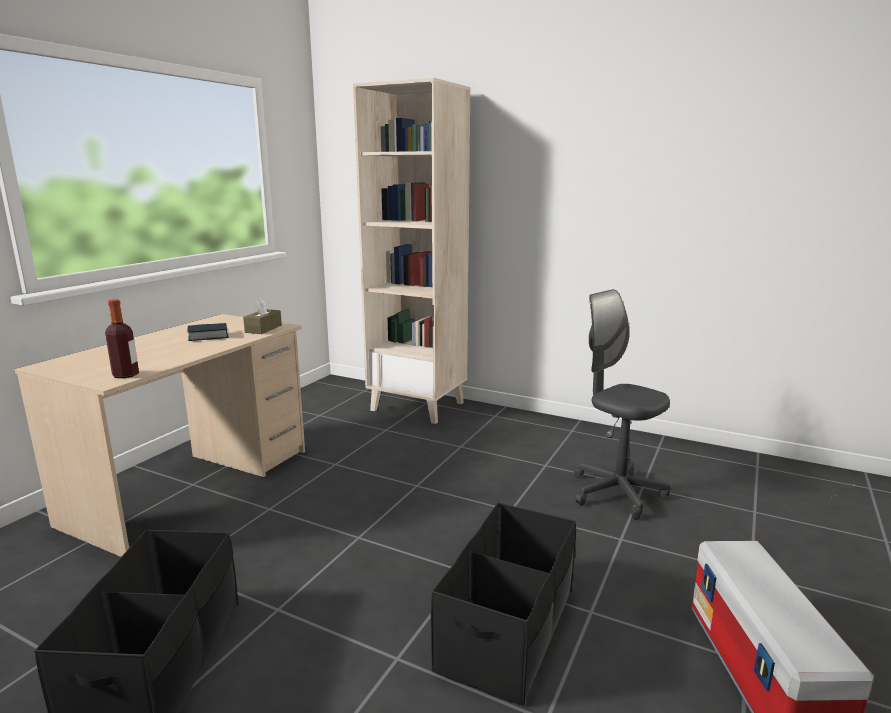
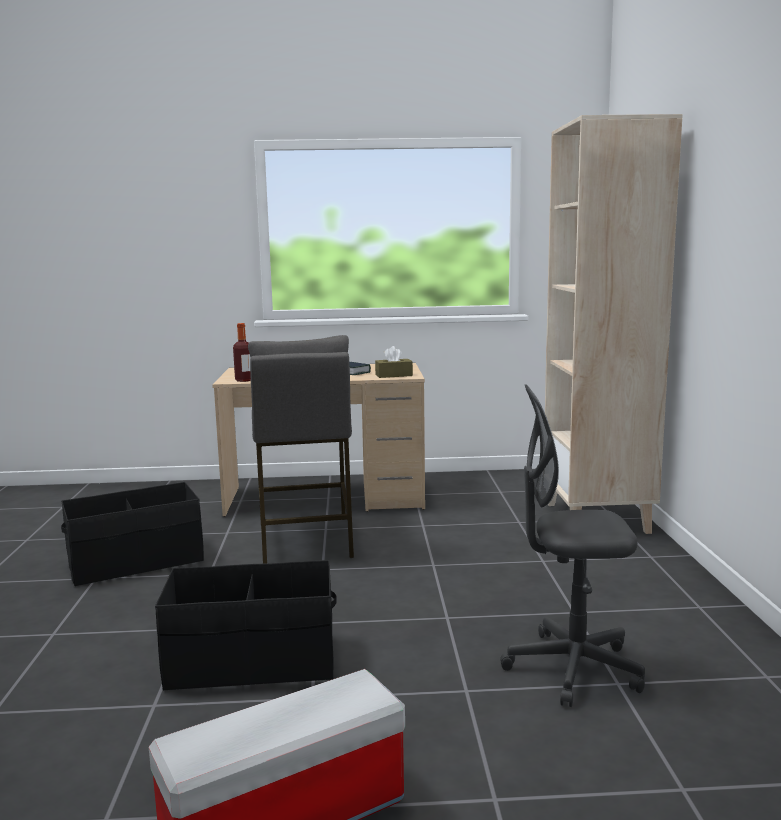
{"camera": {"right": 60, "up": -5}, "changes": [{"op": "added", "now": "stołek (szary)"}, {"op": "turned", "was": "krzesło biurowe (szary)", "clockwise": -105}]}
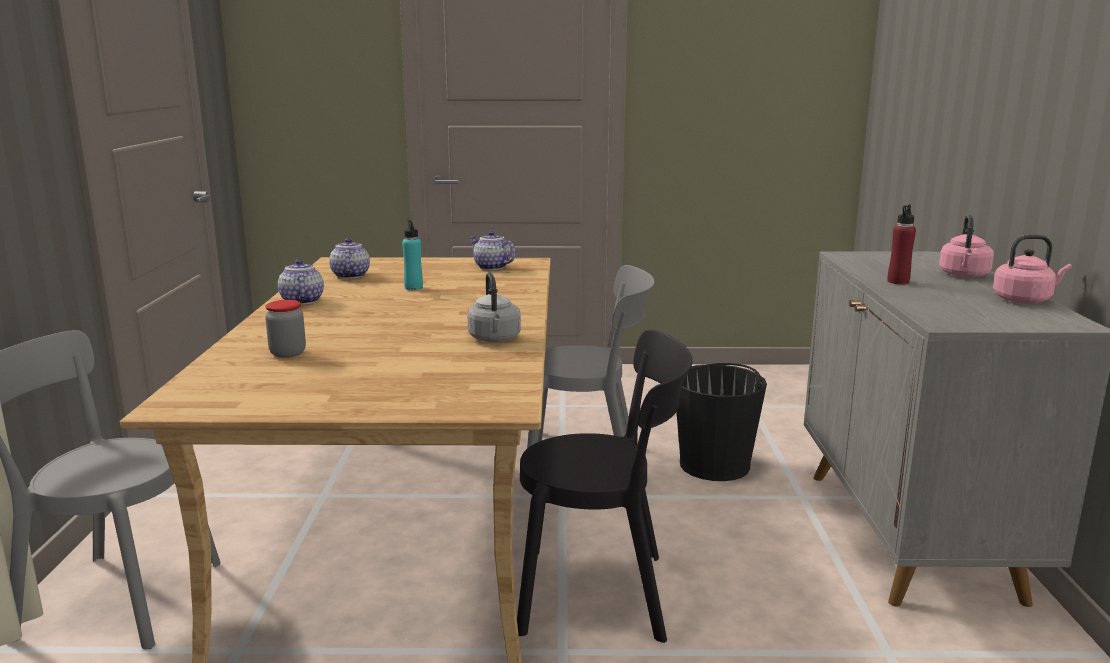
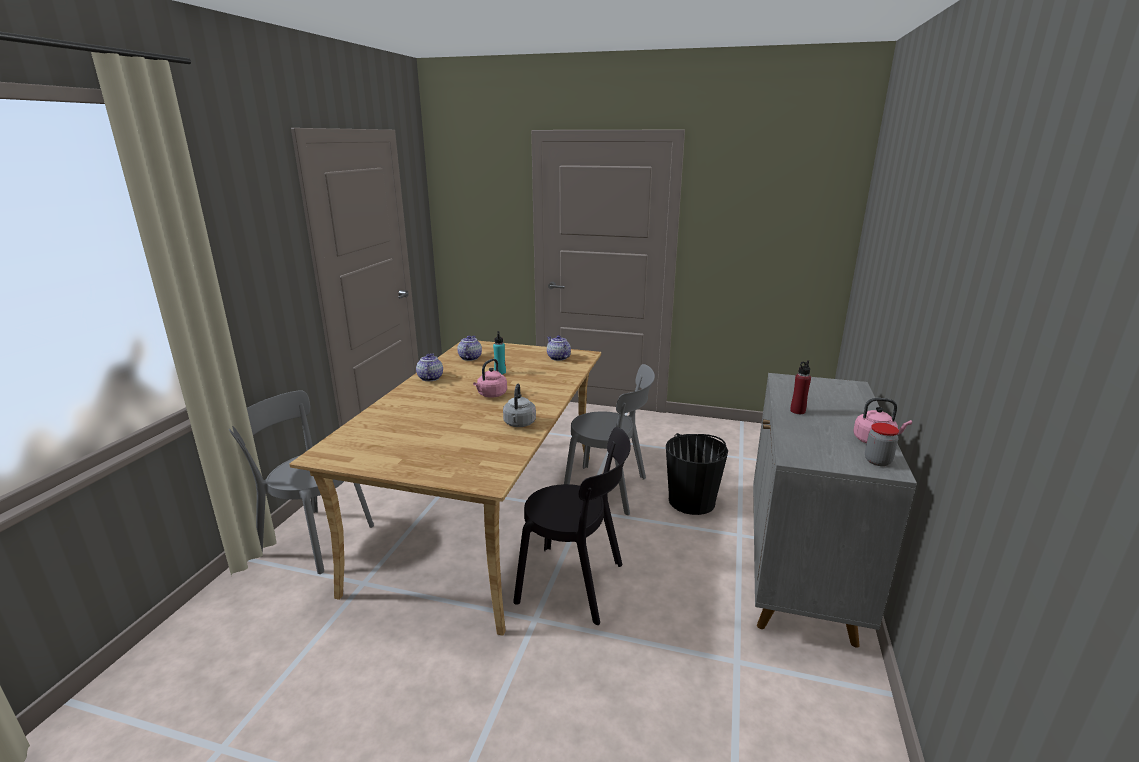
{"camera": {"right": 15, "up": 5}, "changes": [{"op": "moved", "was": "słoik"}, {"op": "moved", "was": "czajnik (różowy) (1st from left)"}]}
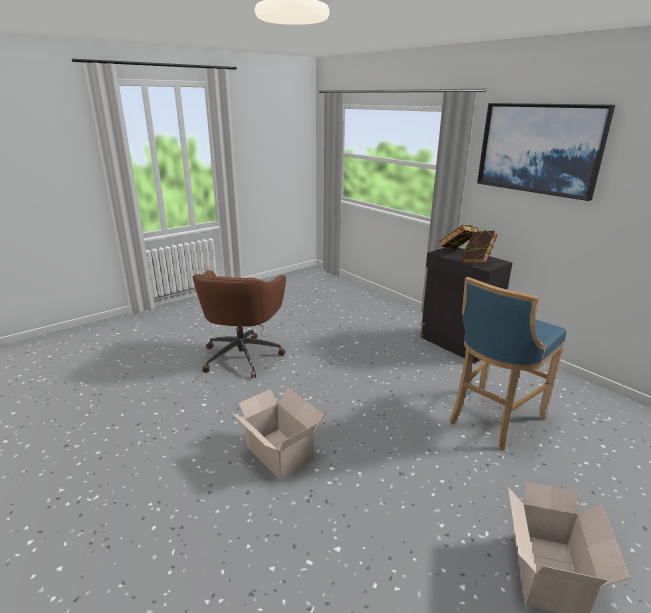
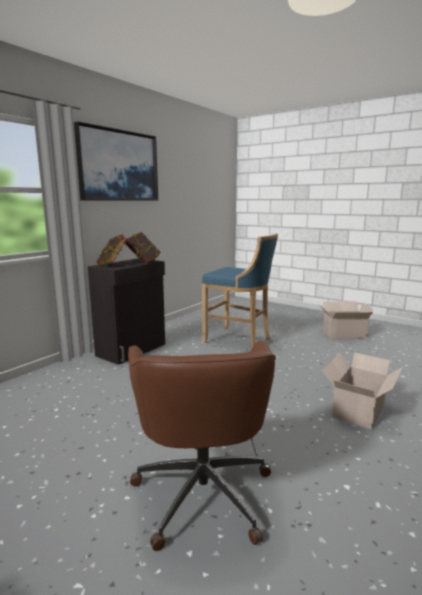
{"camera": {"right": -105, "up": -10}, "changes": [{"op": "turned", "was": "krzesło biurowe (brązowy)", "clockwise": 90}]}
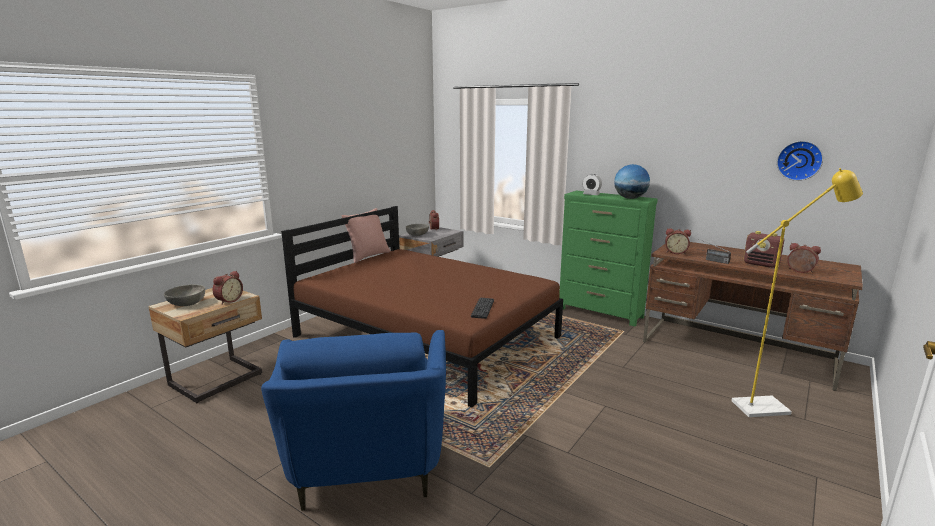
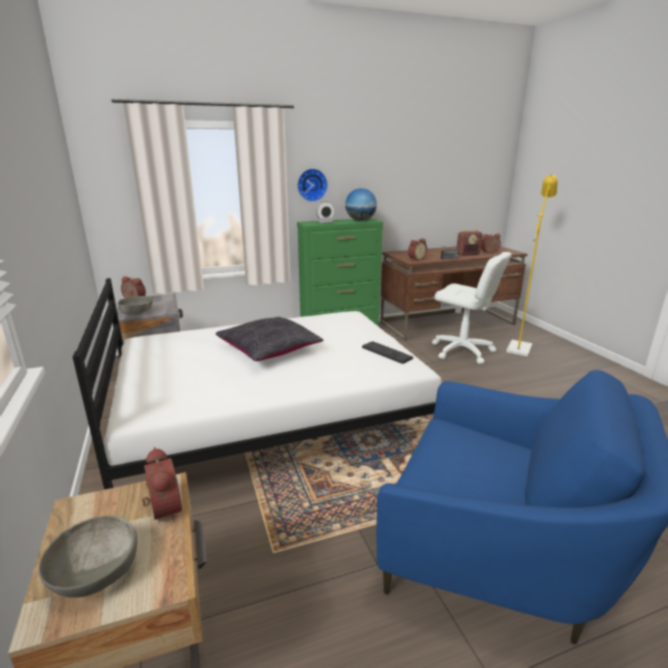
{"camera": {"right": -55, "up": 5}, "changes": [{"op": "removed", "was": "poduszka (różowy)"}, {"op": "added", "now": "poduszka (czarny)"}, {"op": "added", "now": "krzesło biurowe (biały)"}, {"op": "moved", "was": "zegar ścienny"}, {"op": "recoloured", "was": "łóżko (brązowy)", "now": "łóżko (biały)"}]}
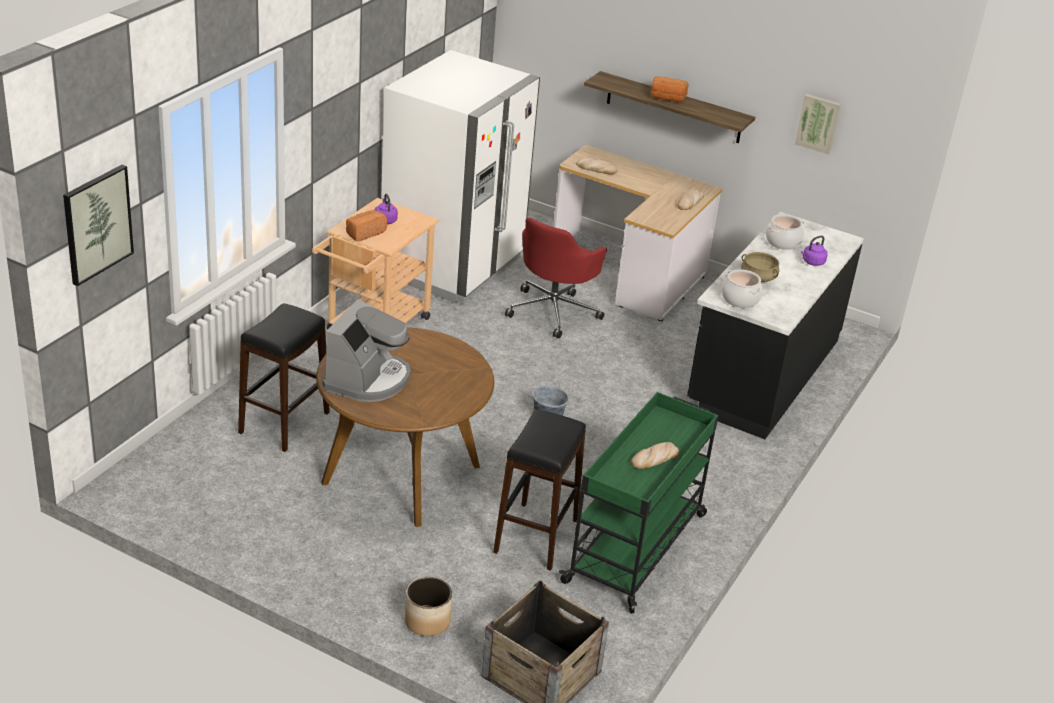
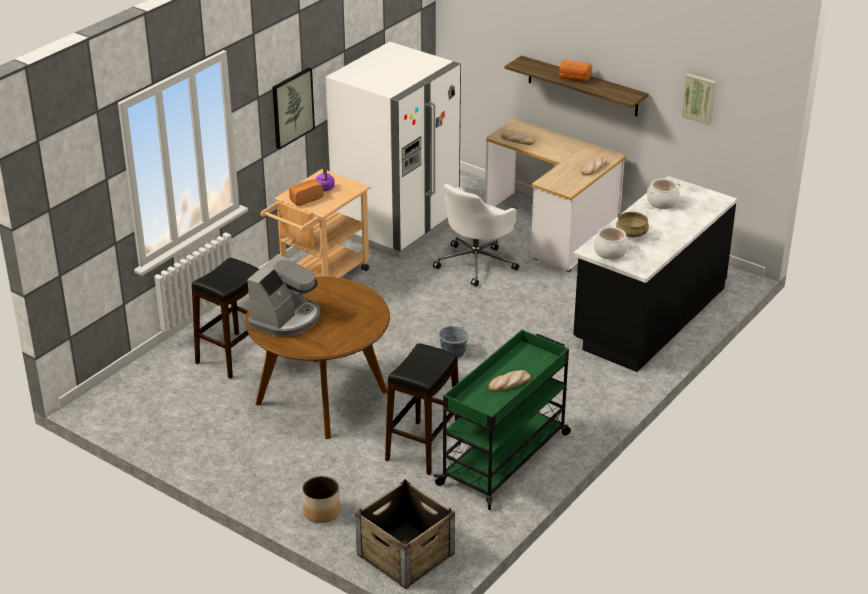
{"camera": {"right": 10, "up": 0}, "changes": [{"op": "removed", "was": "czajnik (fioletowy) (2nd from left)"}, {"op": "moved", "was": "obraz (1st from left)"}, {"op": "recoloured", "was": "krzesło biurowe (czerwony)", "now": "krzesło biurowe (biały)"}]}
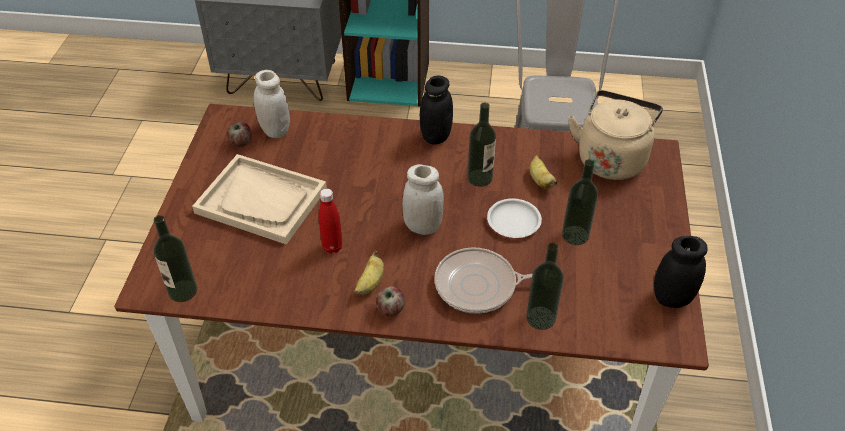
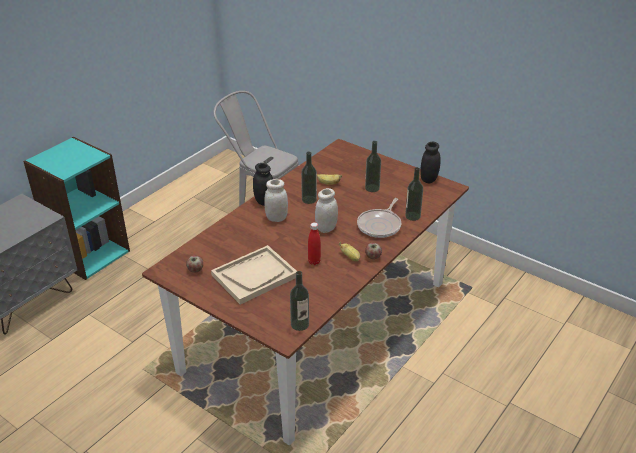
{"camera": {"right": -60, "up": -10}, "changes": [{"op": "removed", "was": "talerz (biały)"}, {"op": "removed", "was": "czajnik (beżowy)"}, {"op": "moved", "was": "słoik (biały) (1st from left)"}]}
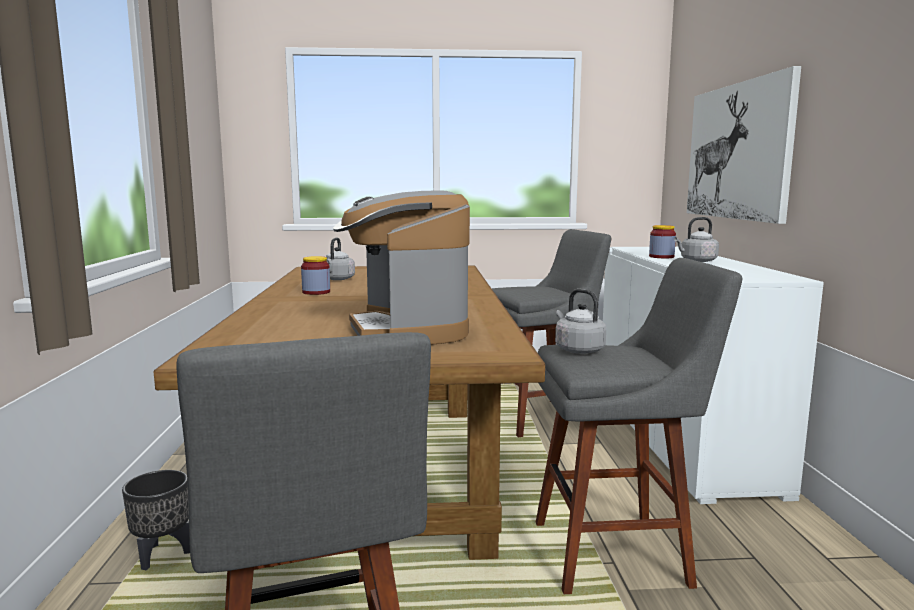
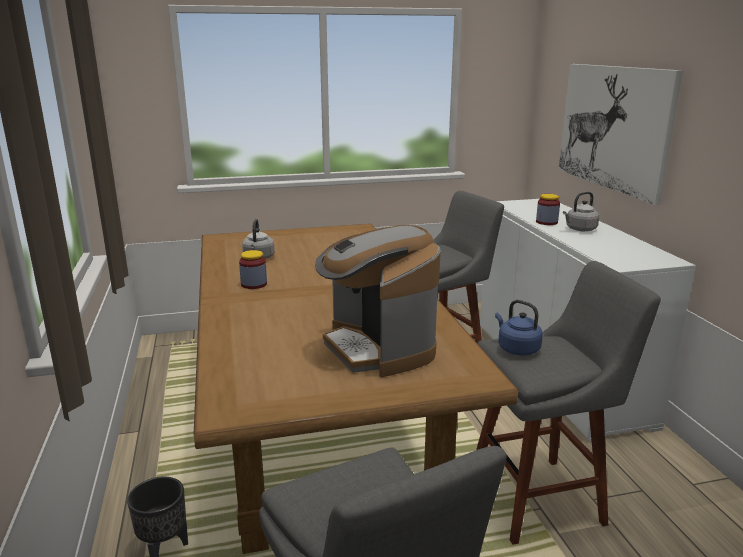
{"camera": {"right": -10, "up": 10}, "changes": [{"op": "recoloured", "was": "czajnik (szary) (2nd from left)", "now": "czajnik (niebieski)"}]}
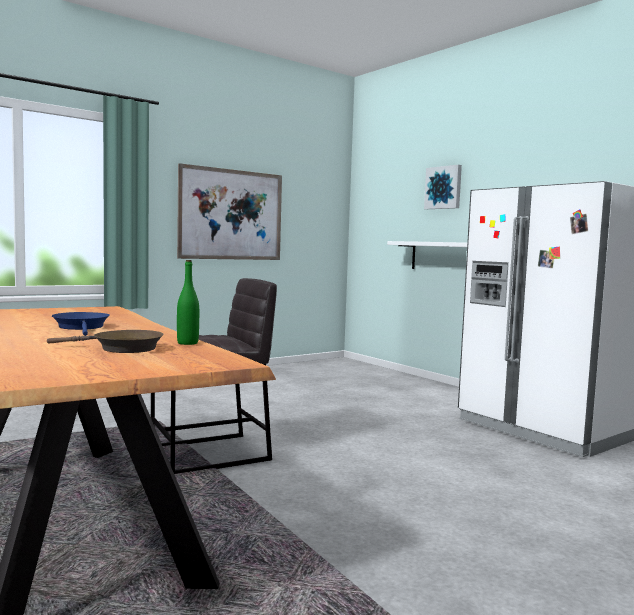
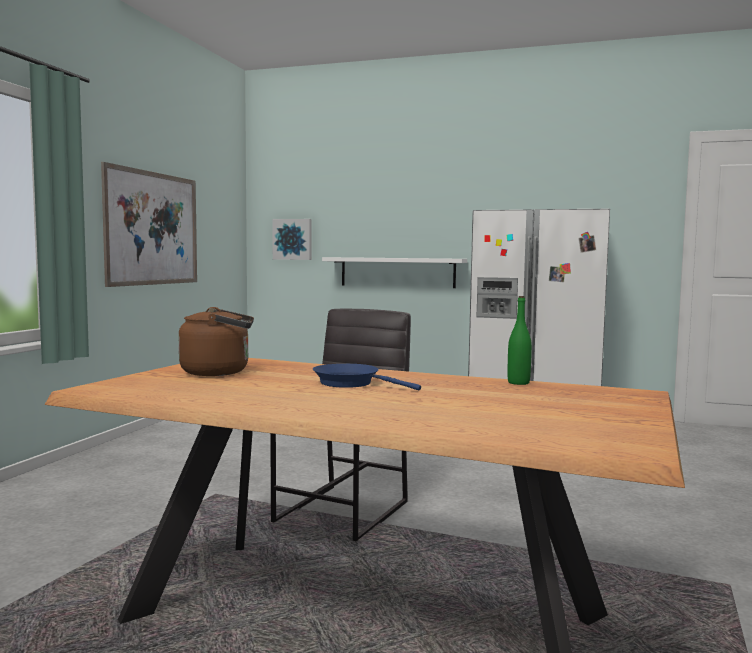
{"camera": {"right": -35, "up": 0}, "changes": [{"op": "removed", "was": "patelnia (brązowy)"}, {"op": "added", "now": "czajnik (brązowy)"}, {"op": "moved", "was": "obraz (2nd from left)"}]}
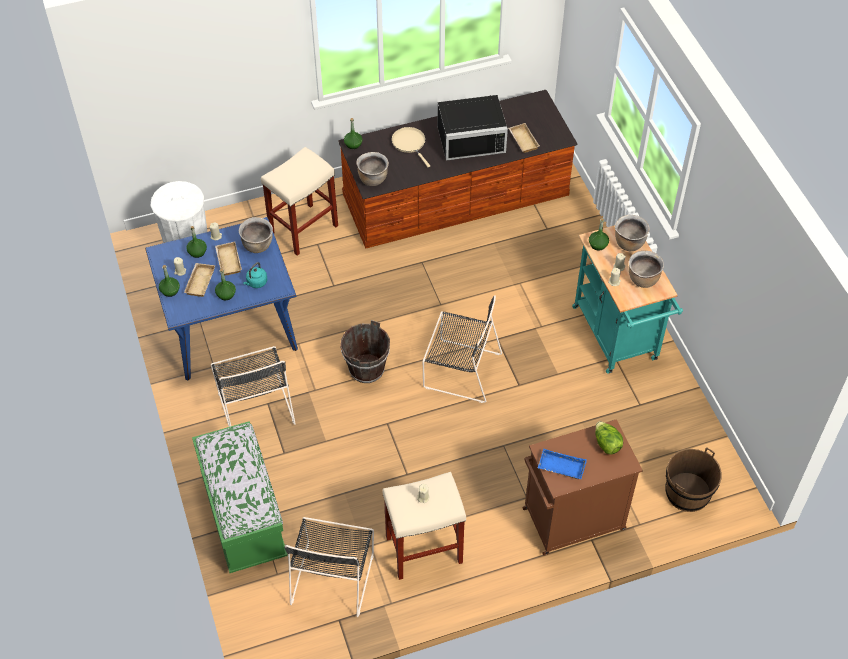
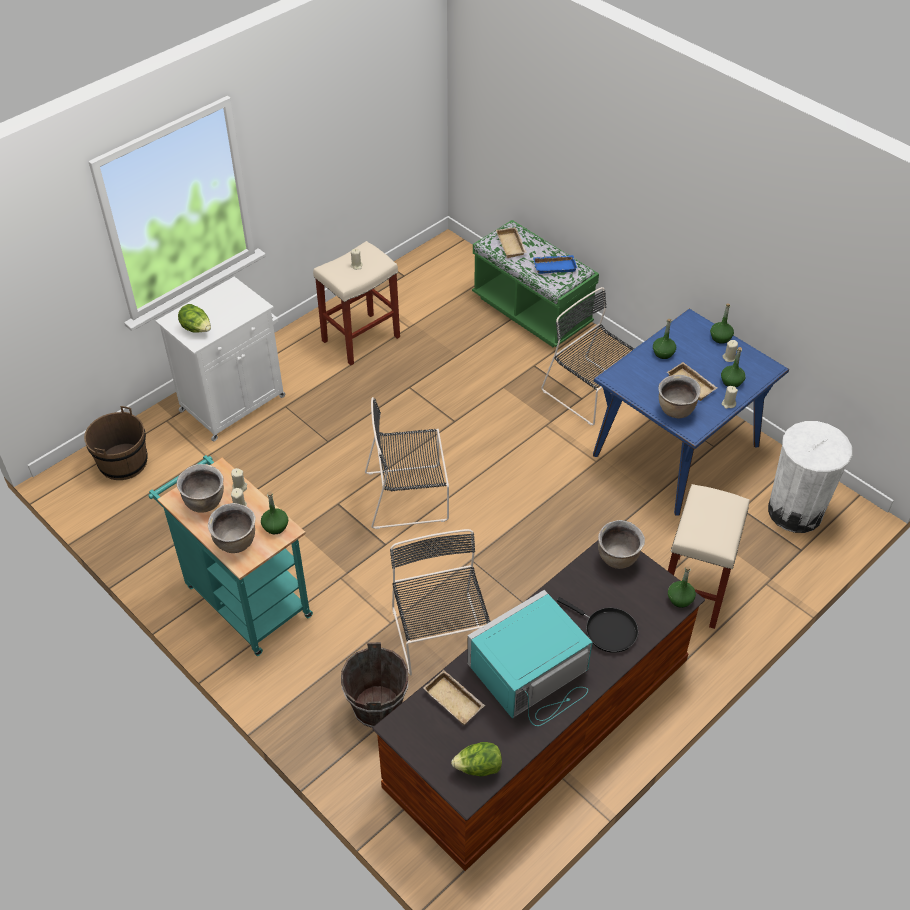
{"camera": {"right": 155, "up": -5}, "changes": [{"op": "removed", "was": "czajnik (turkusowy)"}, {"op": "added", "now": "sałata (2nd from left)"}, {"op": "moved", "was": "taca (beżowy) (1st from left in the first image)", "now": "taca (beżowy) (2nd from left)"}, {"op": "moved", "was": "krzesło (czarny) (2nd from left)"}, {"op": "moved", "was": "wiadro (brązowy) (1st from left in the first image)", "now": "wiadro (brązowy) (2nd from left)"}, {"op": "moved", "was": "taca (niebieski)"}, {"op": "recoloured", "was": "patelnia (beżowy)", "now": "patelnia (czarny)"}, {"op": "recoloured", "was": "mikrofalówka (czarny)", "now": "mikrofalówka (turkusowy)"}, {"op": "recoloured", "was": "szafka (brązowy)", "now": "szafka (biały)"}]}
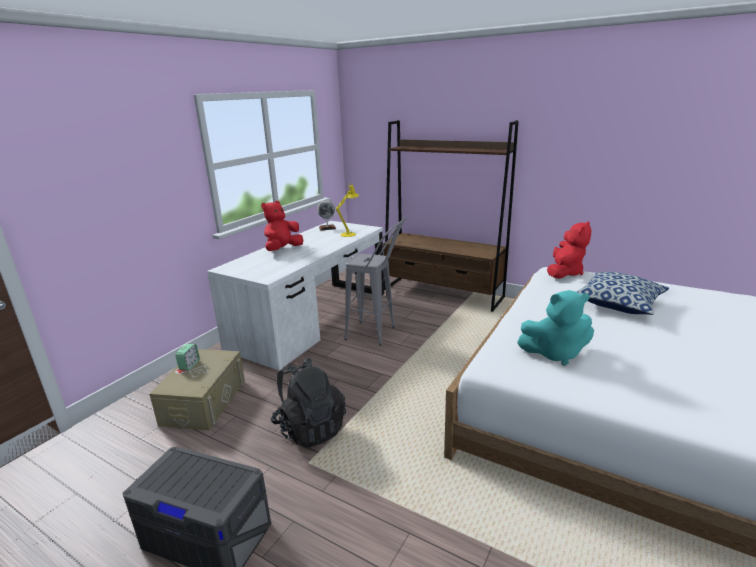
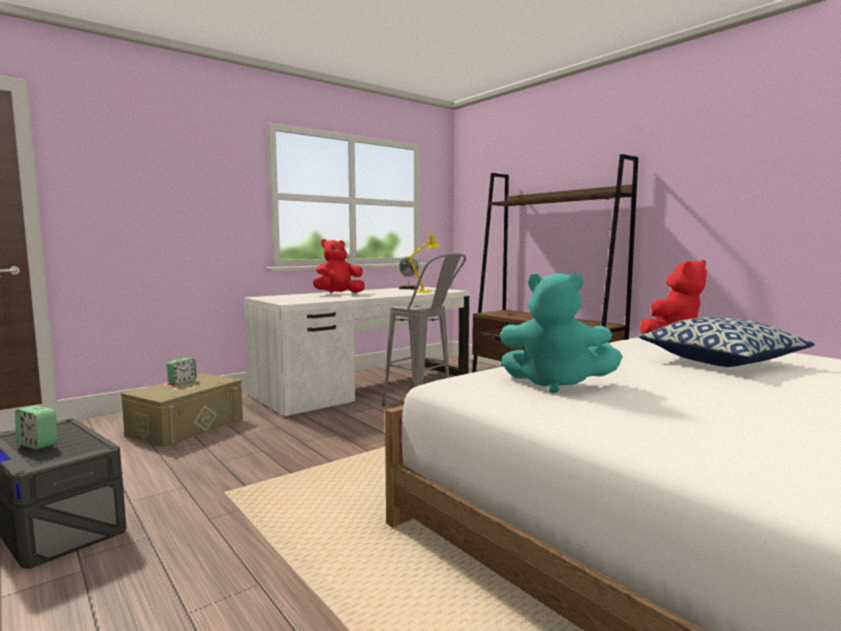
{"camera": {"right": 20, "up": -15}, "changes": [{"op": "removed", "was": "plecak (czarny)"}, {"op": "added", "now": "budzik (1st from left)"}]}
